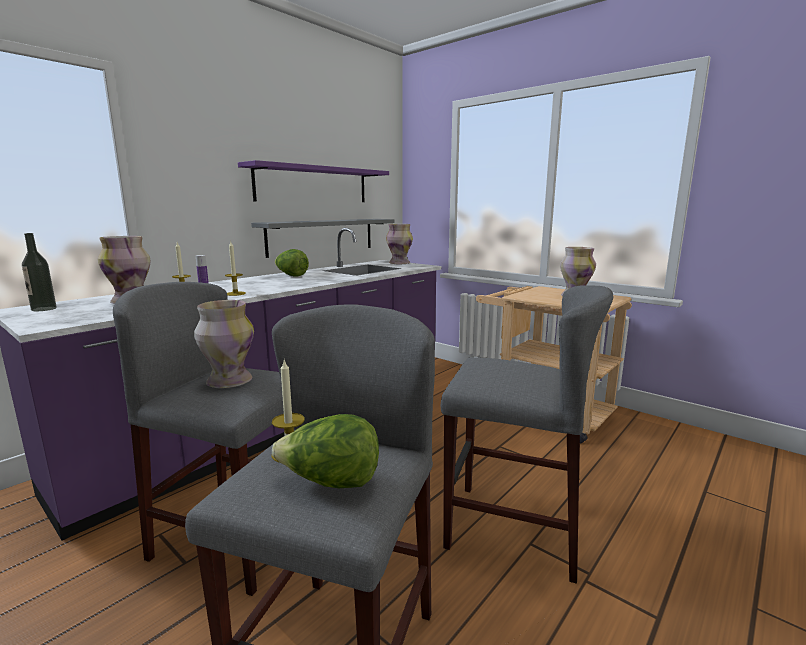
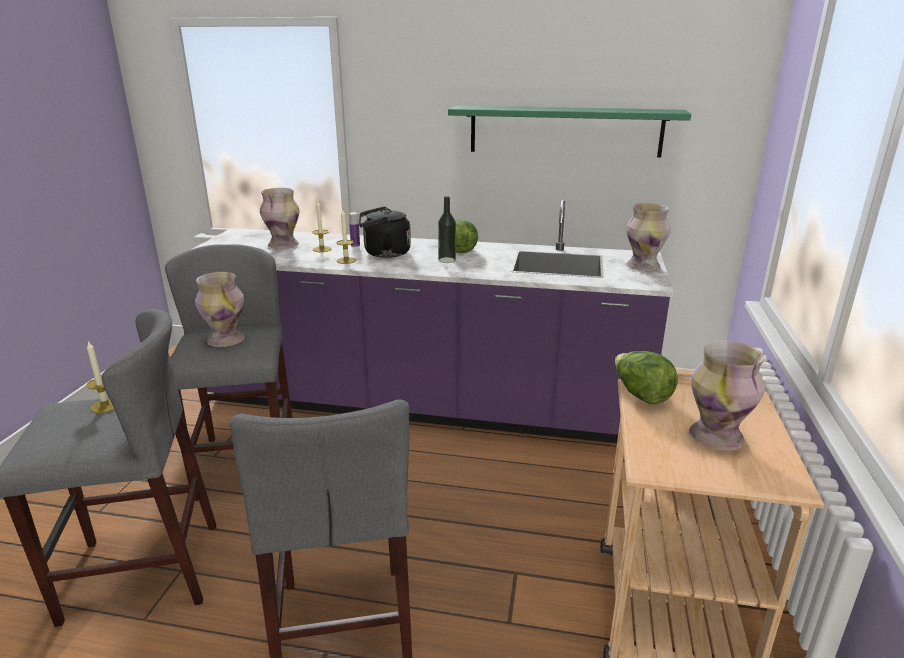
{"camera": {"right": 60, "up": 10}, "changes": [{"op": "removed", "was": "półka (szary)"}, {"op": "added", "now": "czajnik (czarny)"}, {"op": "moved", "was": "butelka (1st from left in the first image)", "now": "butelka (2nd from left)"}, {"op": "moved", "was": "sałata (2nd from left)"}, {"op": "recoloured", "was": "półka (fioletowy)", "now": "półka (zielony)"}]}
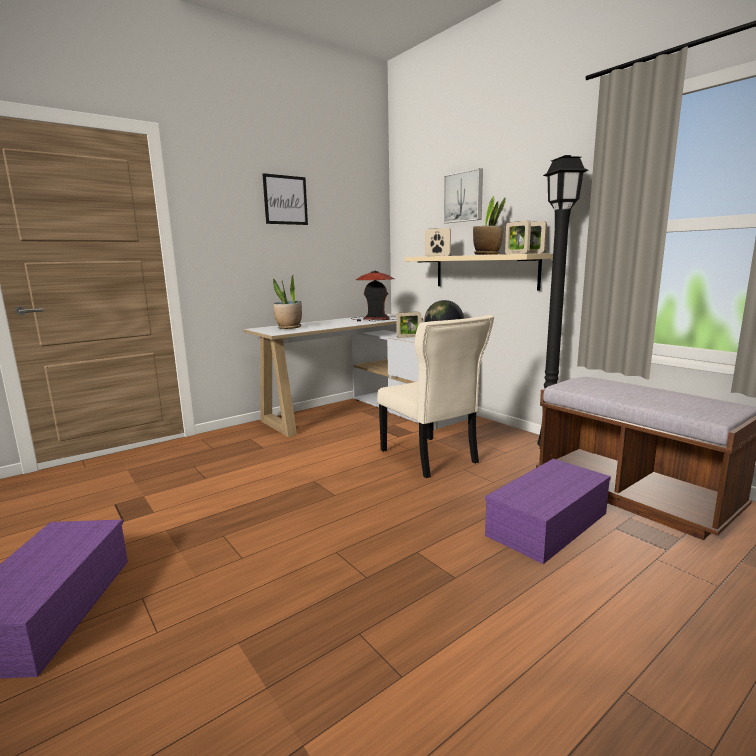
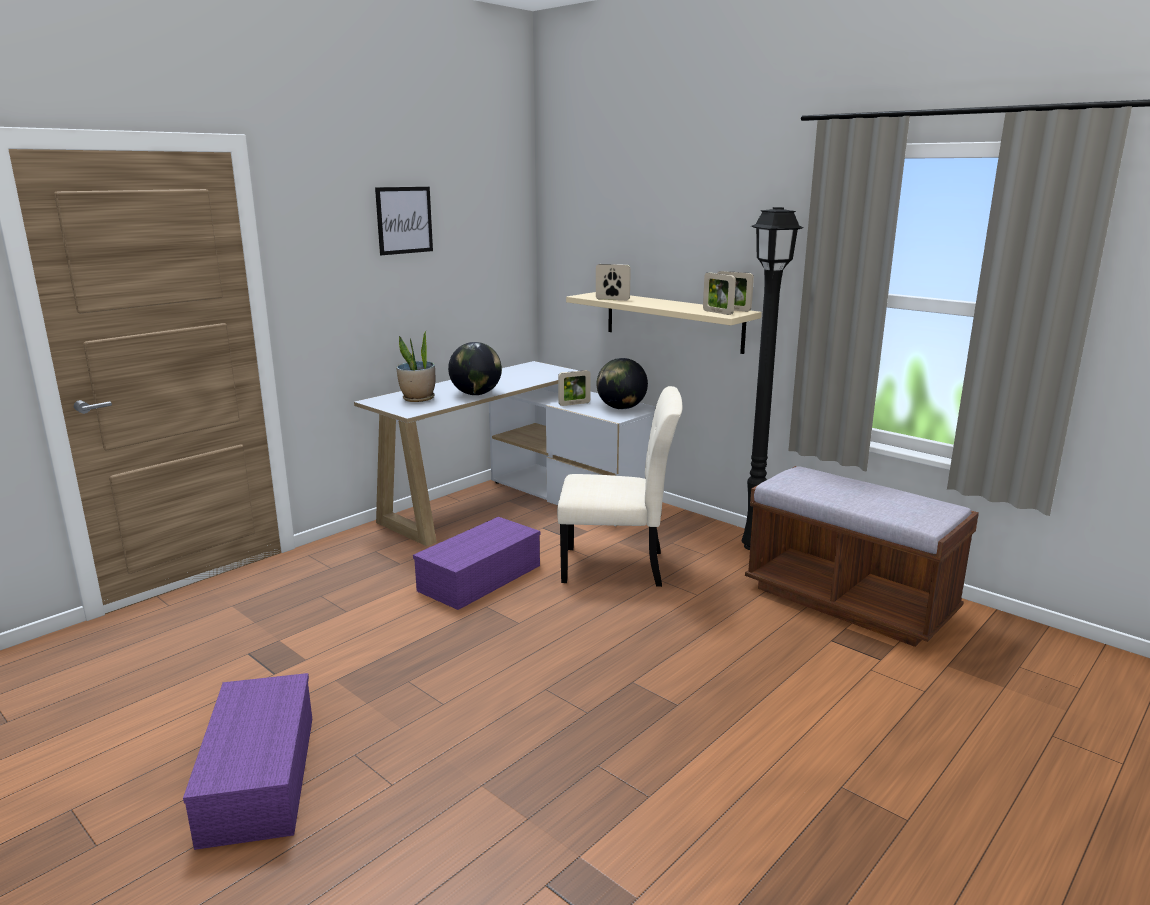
{"camera": {"right": -10, "up": 5}, "changes": [{"op": "removed", "was": "lampa stołowa"}, {"op": "removed", "was": "obraz (2nd from left)"}, {"op": "removed", "was": "roślina doniczkowa (2nd from left)"}, {"op": "added", "now": "globus (1st from left)"}, {"op": "moved", "was": "pojemnik do przechowywania (fioletowy) (2nd from left)"}, {"op": "turned", "was": "krzesło (beżowy)", "clockwise": -45}]}
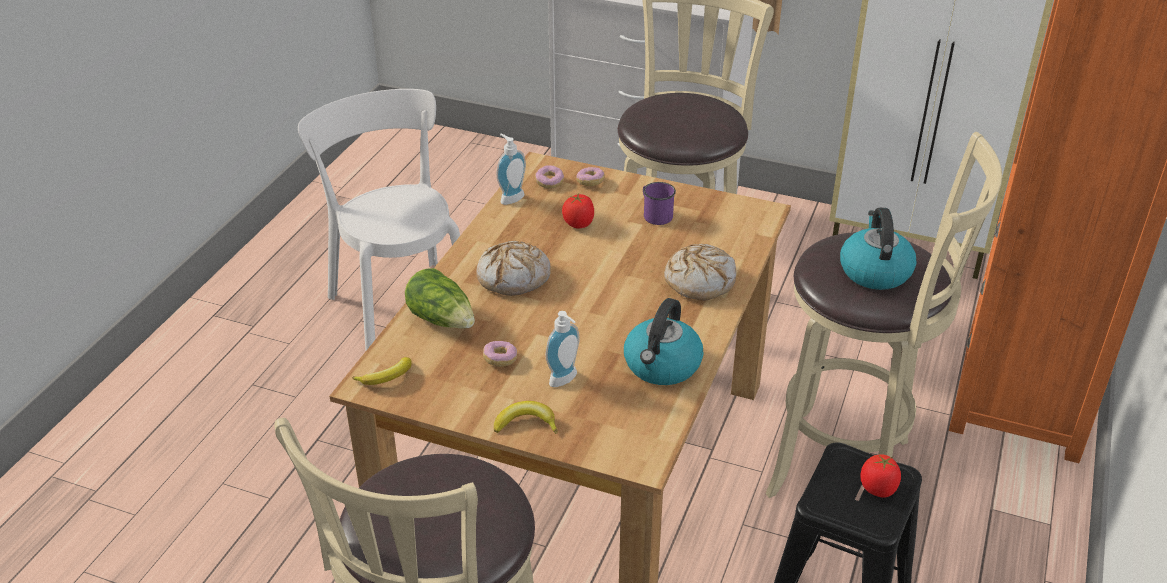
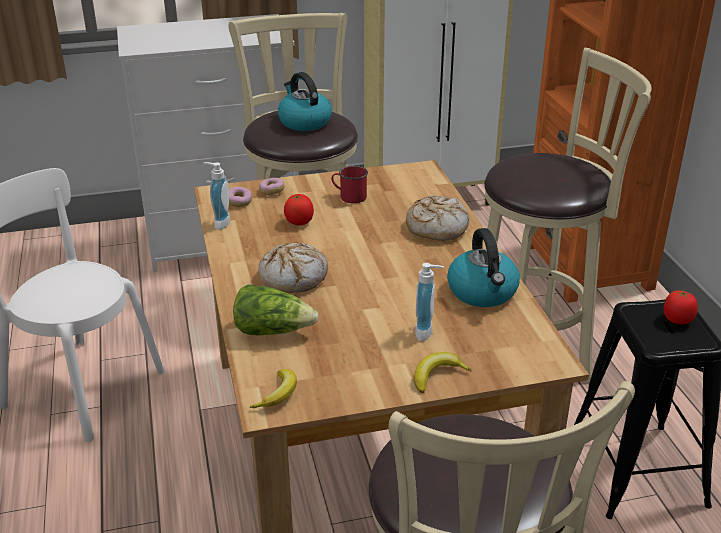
{"camera": {"right": -35, "up": -5}, "changes": [{"op": "removed", "was": "donut (1st from left)"}, {"op": "moved", "was": "czajnik (2nd from left in the first image)", "now": "czajnik (1st from left)"}, {"op": "recoloured", "was": "kubek (fioletowy)", "now": "kubek (czerwony)"}]}
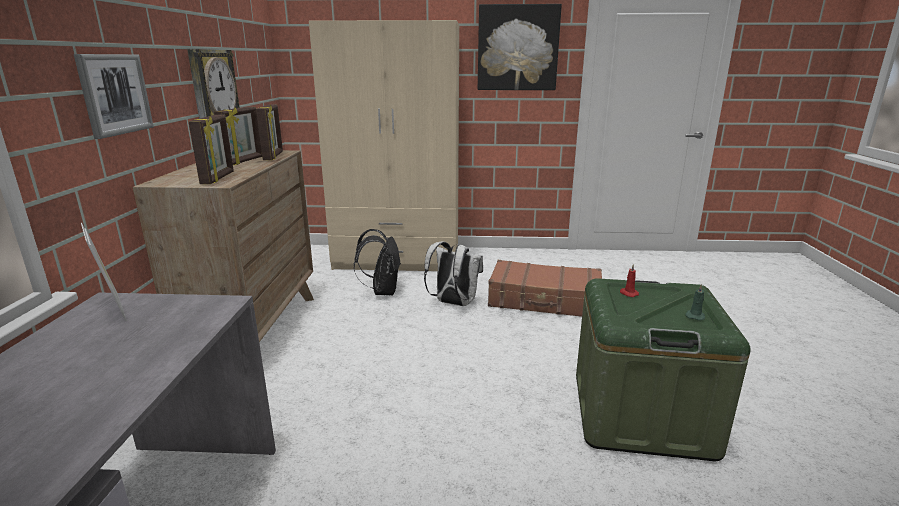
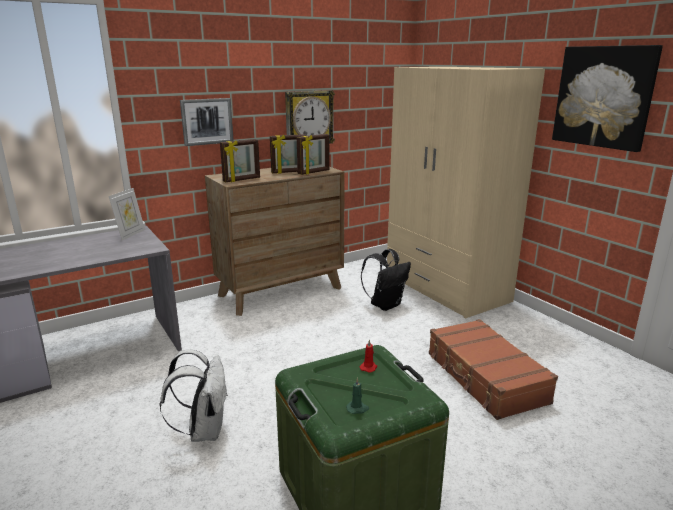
{"camera": {"right": 55, "up": 0}, "changes": [{"op": "moved", "was": "plecak (biały)"}]}
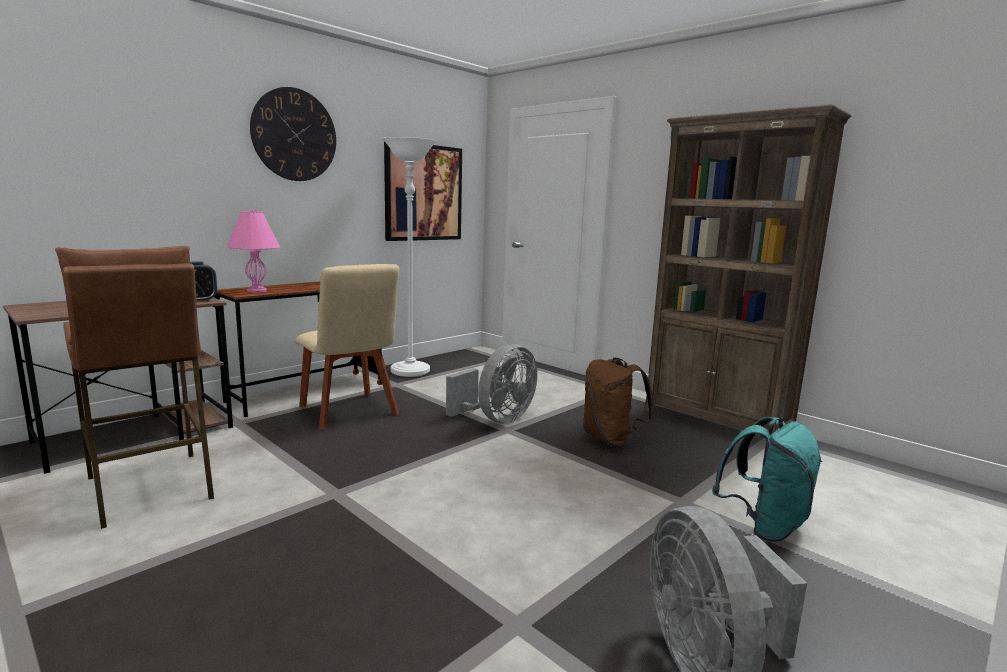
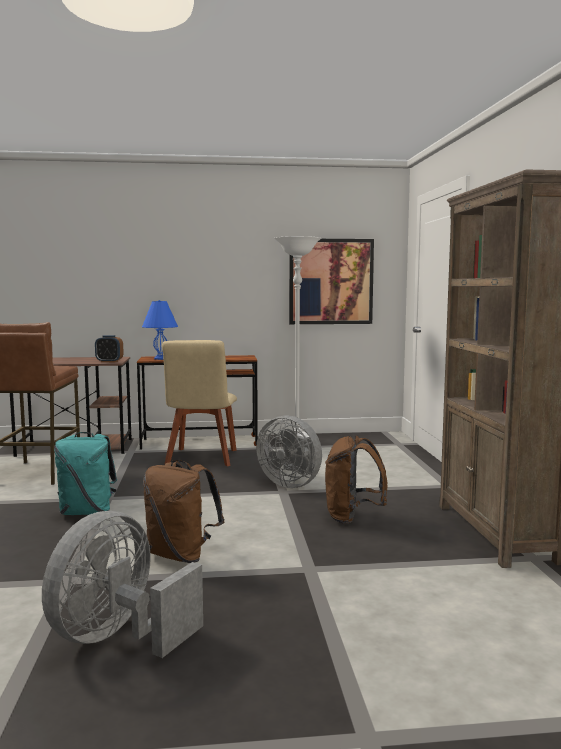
{"camera": {"right": 40, "up": -5}, "changes": [{"op": "removed", "was": "zegar ścienny"}, {"op": "added", "now": "plecak (brązowy) (1st from left)"}, {"op": "moved", "was": "plecak (turkusowy)"}, {"op": "recoloured", "was": "lampa stołowa (różowy)", "now": "lampa stołowa (niebieski)"}, {"op": "turned", "was": "wentylator (szary) (1st from left in the first image)", "clockwise": 45}]}
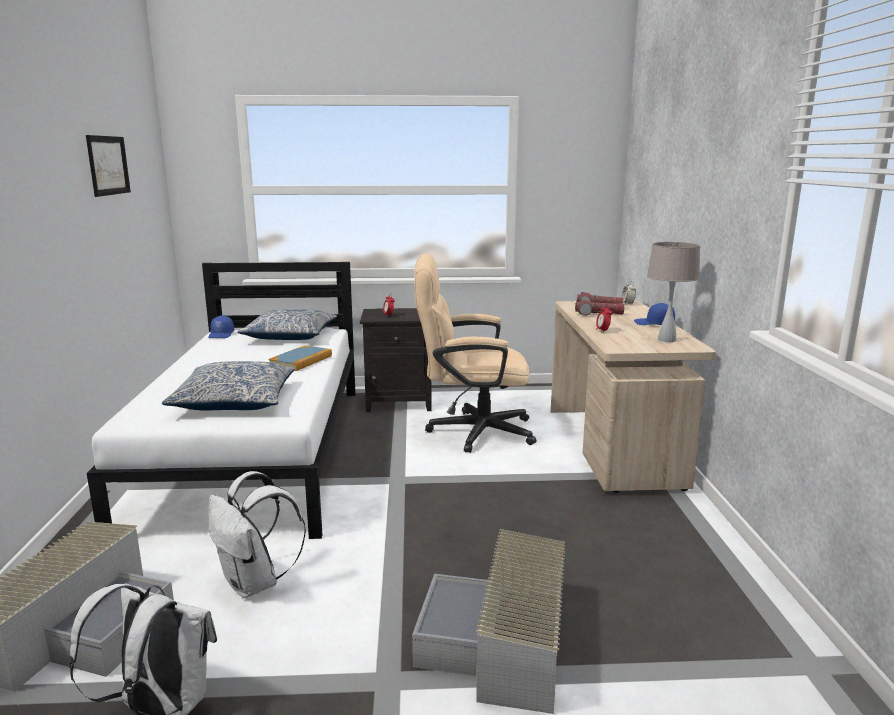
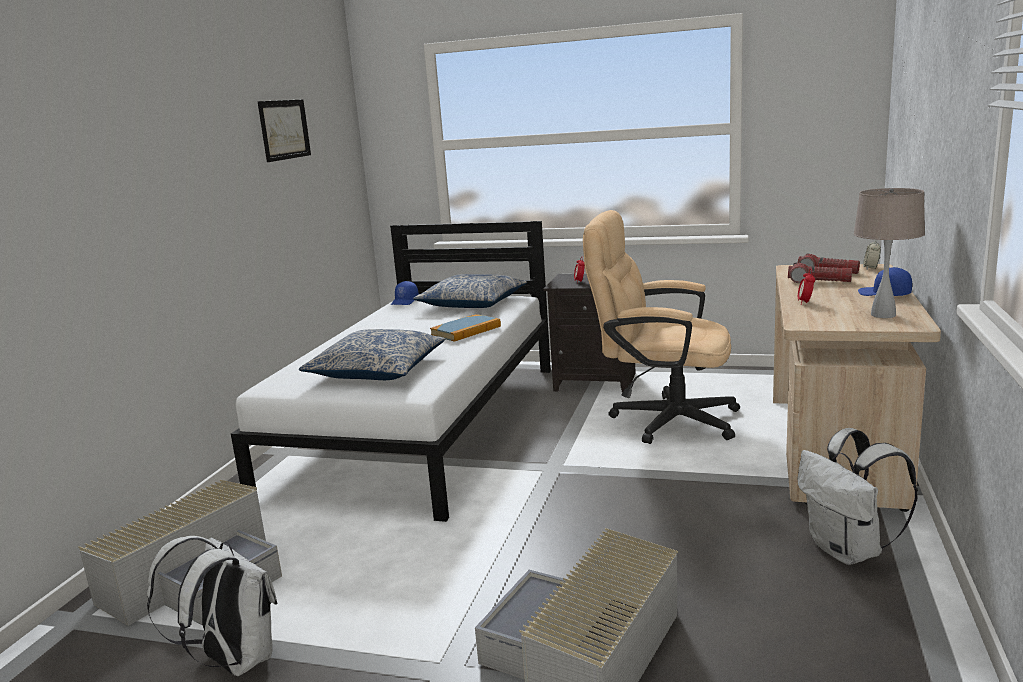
{"camera": {"right": 20, "up": 0}, "changes": [{"op": "moved", "was": "plecak (biały) (2nd from left)"}]}
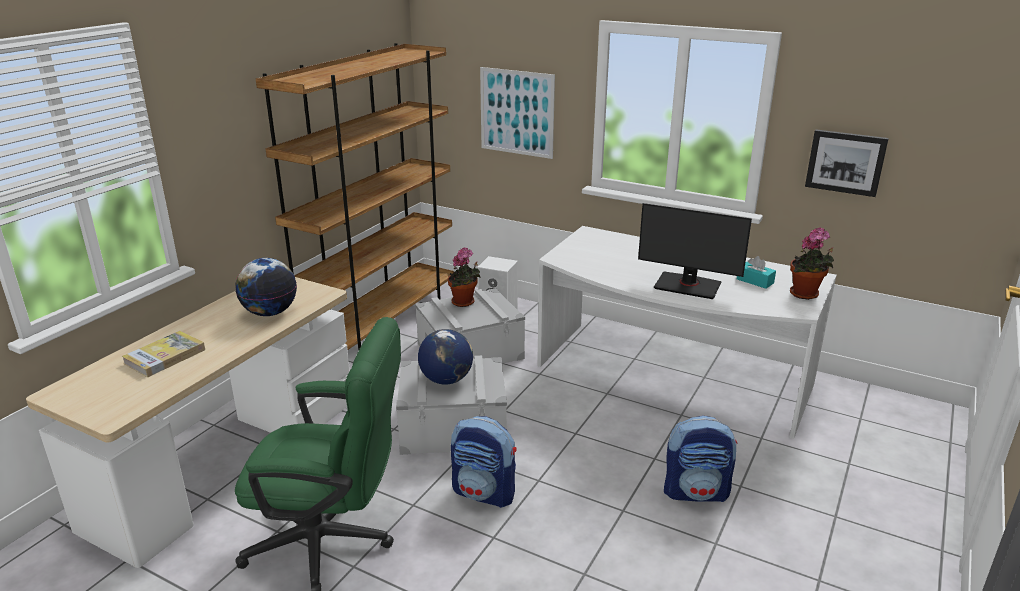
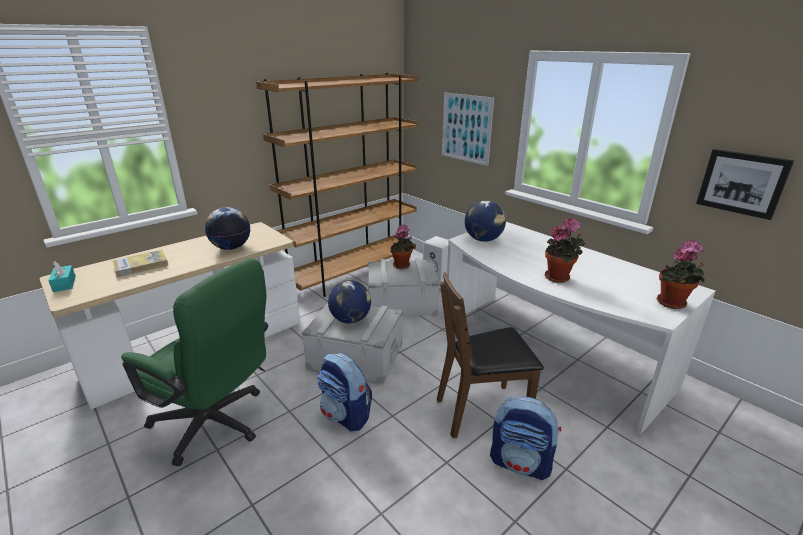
{"camera": {"right": 20, "up": 0}, "changes": [{"op": "added", "now": "krzesło (brązowy)"}, {"op": "added", "now": "globus (3rd from left)"}, {"op": "moved", "was": "pudełko chusteczek (turkusowy)"}, {"op": "replaced", "was": "monitor", "now": "roślina doniczkowa (2nd from left)"}]}
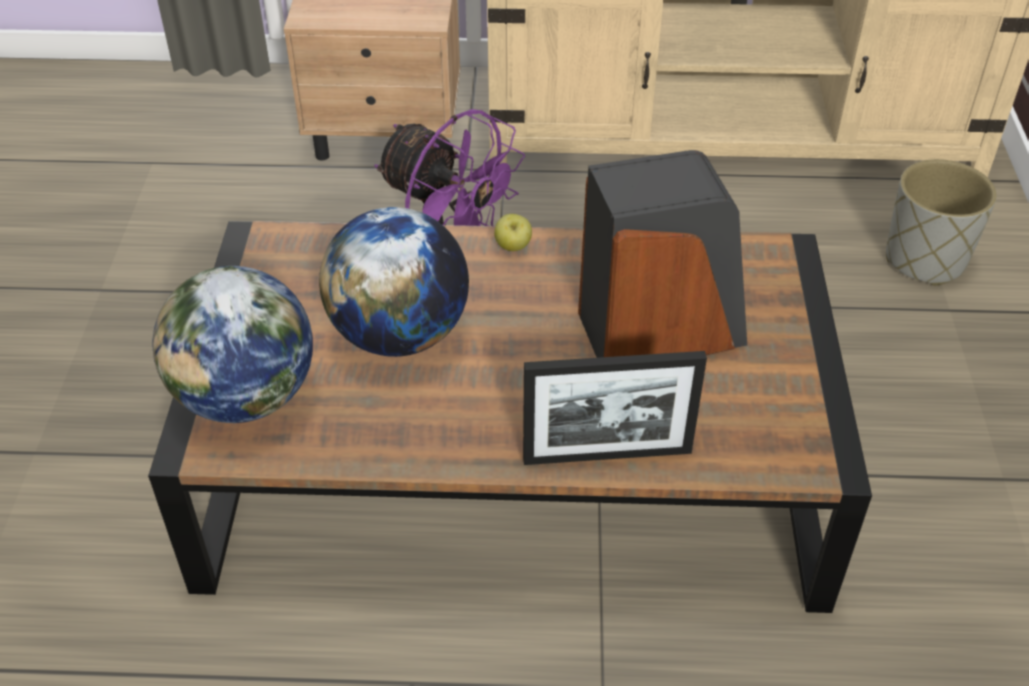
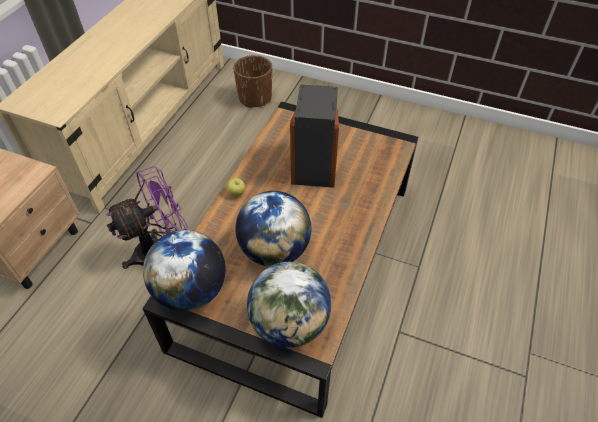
{"camera": {"right": -70, "up": 5}, "changes": [{"op": "removed", "was": "ramka na zdjęcie"}, {"op": "added", "now": "globus (1st from left)"}, {"op": "recoloured", "was": "donica (szary)", "now": "donica (brązowy)"}]}
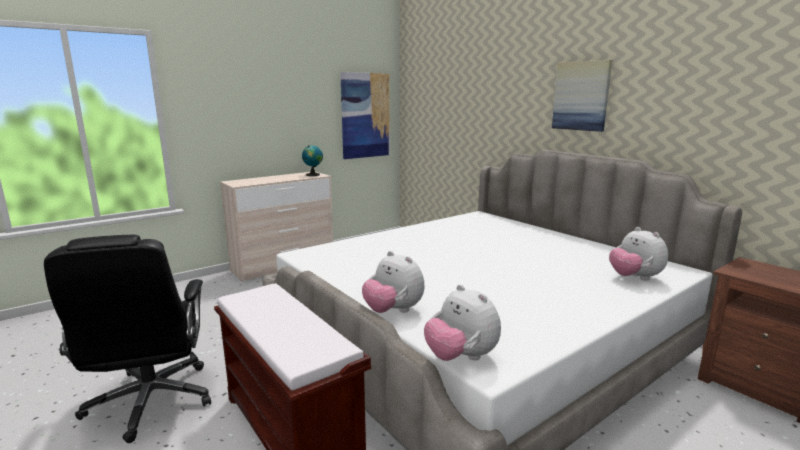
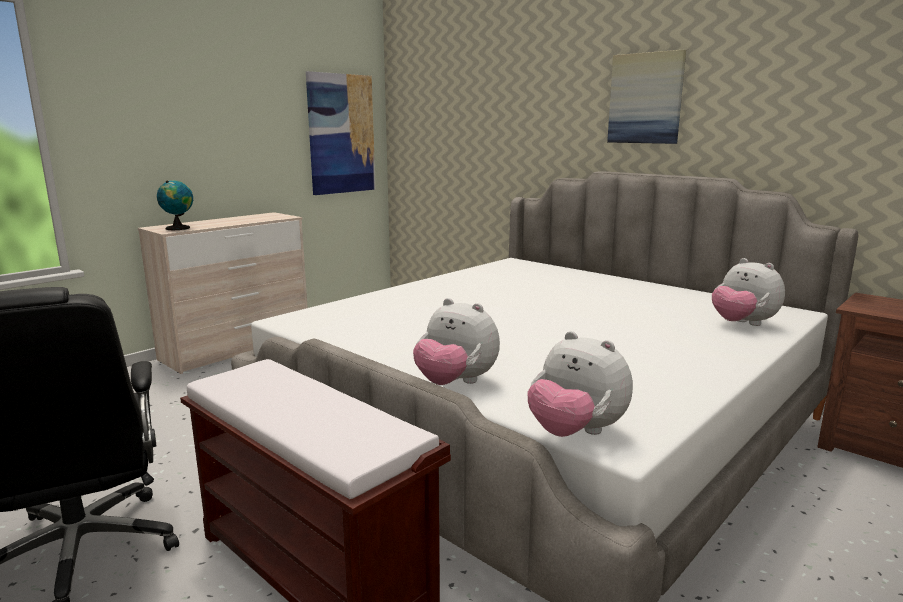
{"camera": {"right": -10, "up": 0}, "changes": [{"op": "moved", "was": "globus"}]}
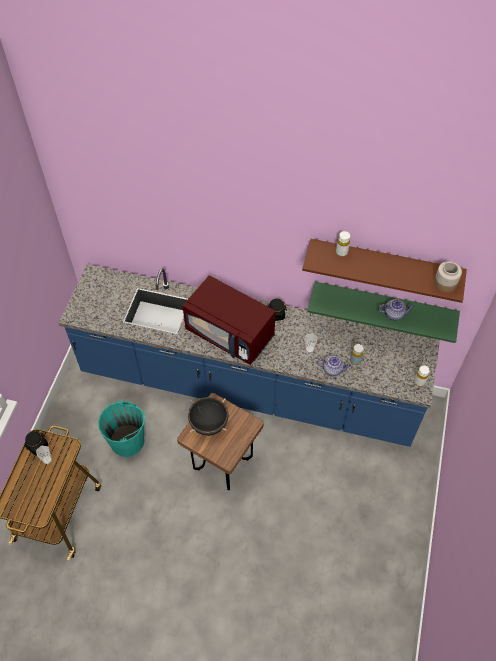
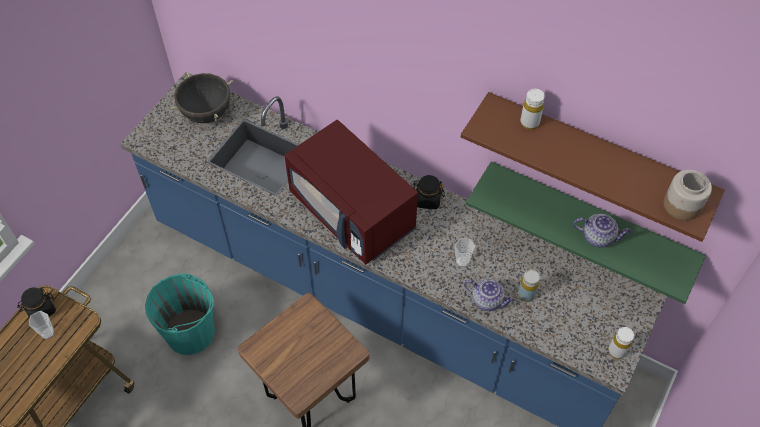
{"camera": {"right": 15, "up": 0}, "changes": [{"op": "moved", "was": "garnek (czarny)"}]}
